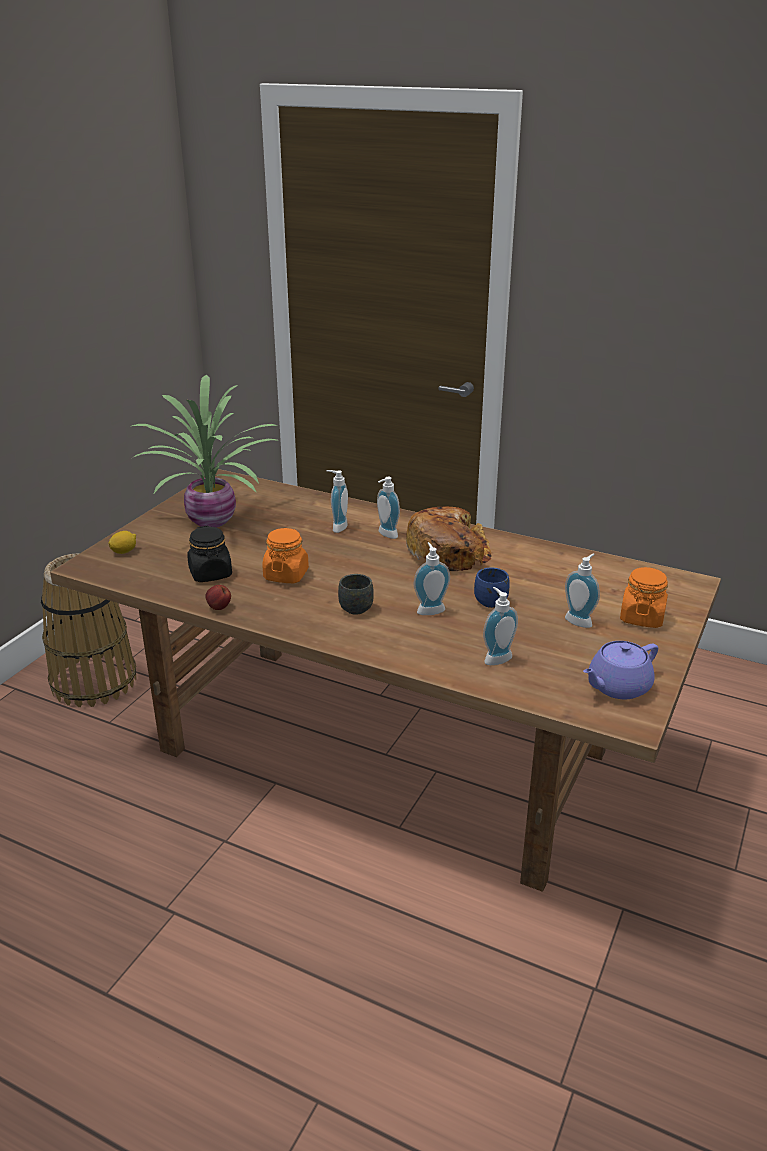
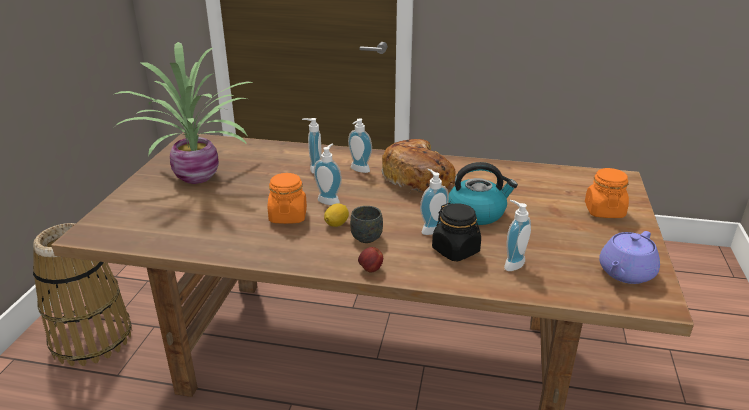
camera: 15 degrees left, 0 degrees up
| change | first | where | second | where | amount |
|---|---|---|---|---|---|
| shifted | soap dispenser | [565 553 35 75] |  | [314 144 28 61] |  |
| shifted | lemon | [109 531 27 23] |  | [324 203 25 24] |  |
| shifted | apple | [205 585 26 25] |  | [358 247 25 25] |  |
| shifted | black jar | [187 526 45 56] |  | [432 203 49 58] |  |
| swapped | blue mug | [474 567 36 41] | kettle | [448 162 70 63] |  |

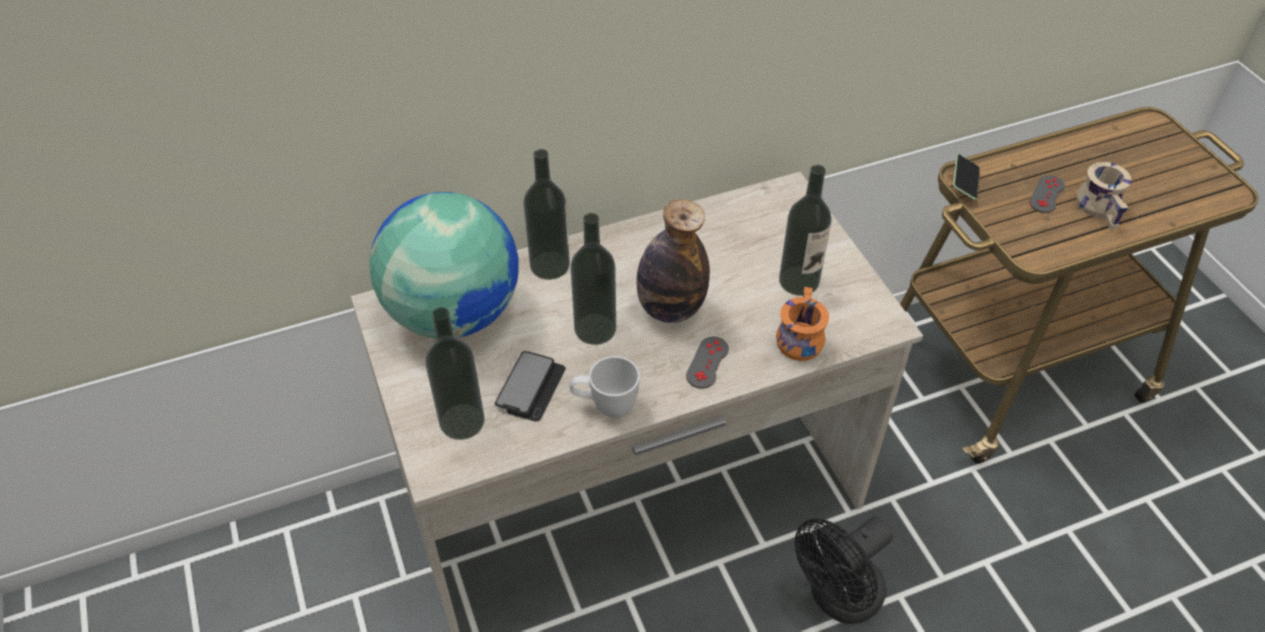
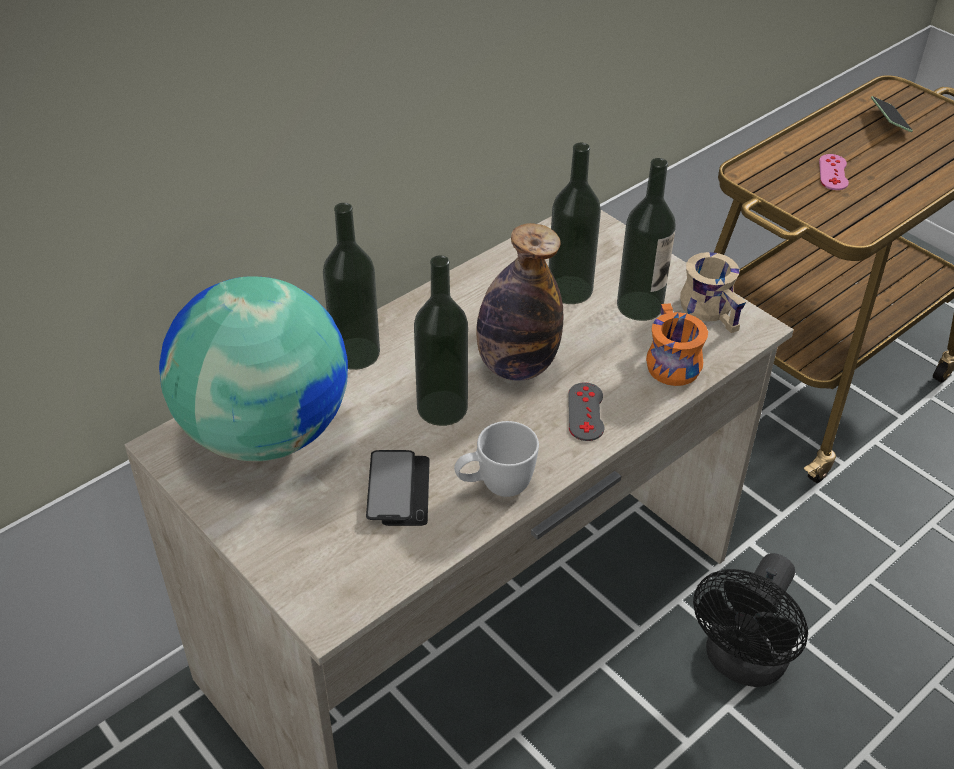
camera: 20 degrees left, 5 degrees down
| change | first | where | second | where | amount |
|---|---|---|---|---|---|
| shifted | bottle | [426 307 59 133] |  | [549 143 52 161] |  |
| shifted | beige mug | [1077 162 54 68] |  | [680 252 66 81] |  |
| repainted | grey game controller | [1029 175 36 38] | pink game controller | [819 154 30 36] |  |
| shifted | phone | [953 154 27 46] |  | [871 96 42 36] |  |

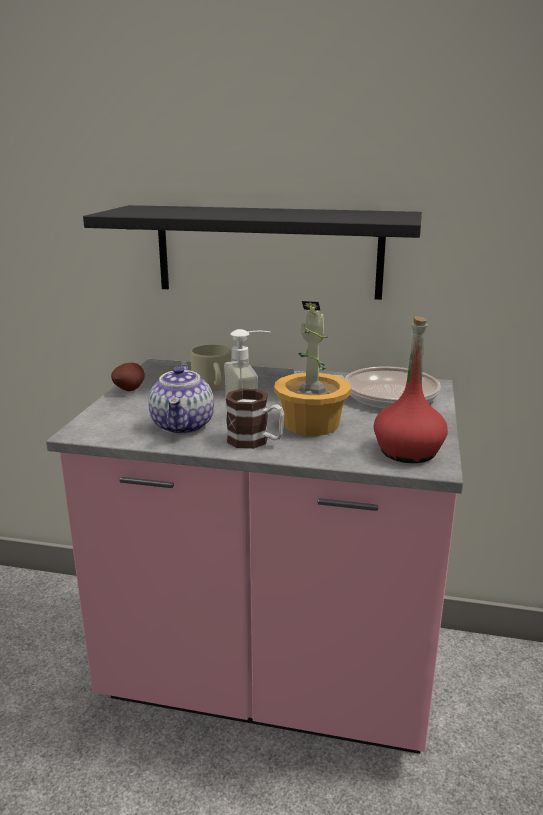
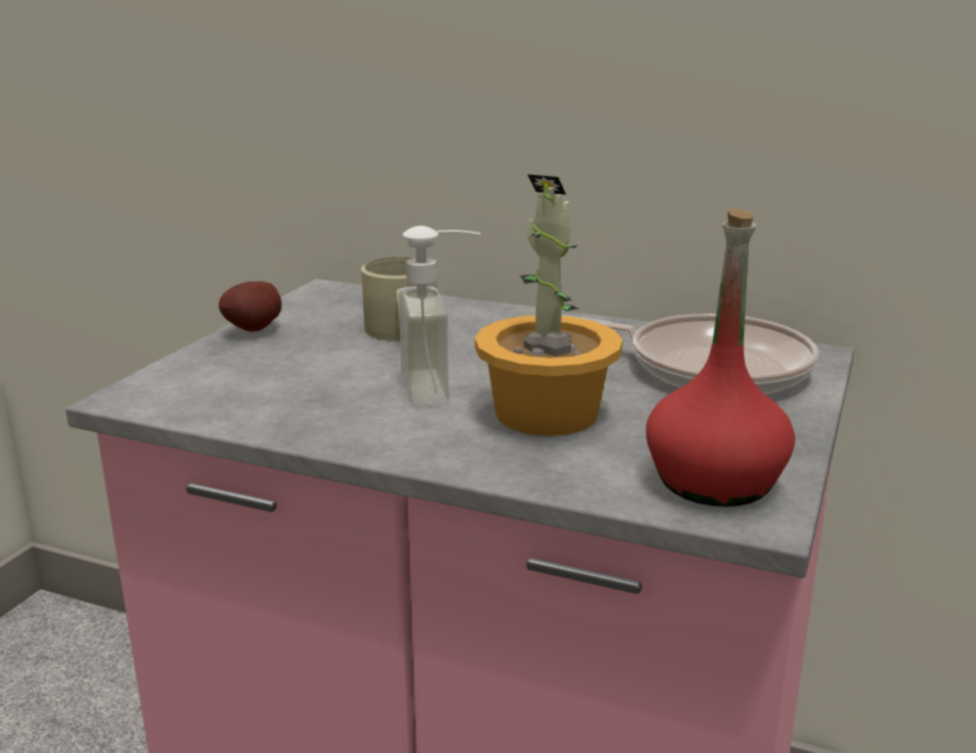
camera: 10 degrees right, 0 degrees up
| change | first | where | second | where | amount |
|---|---|---|---|---|---|
| gone | black shelf | [83 205 339 95] |  |  |  |
| gone | teapot | [148 364 66 70] |  |  |  |
| gone | mug | [226 389 58 60] |  |  |  |

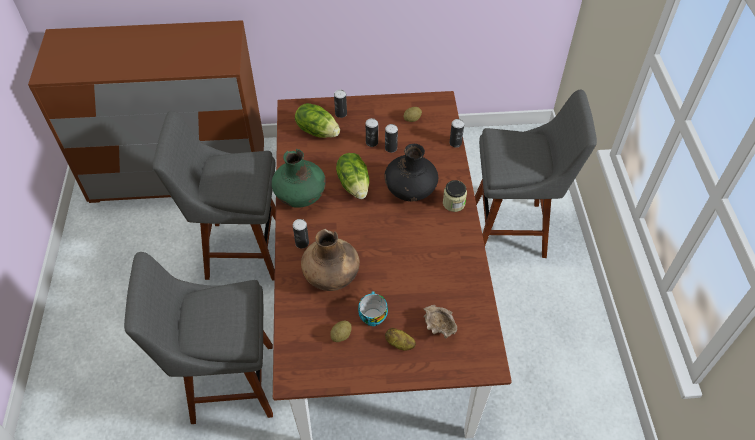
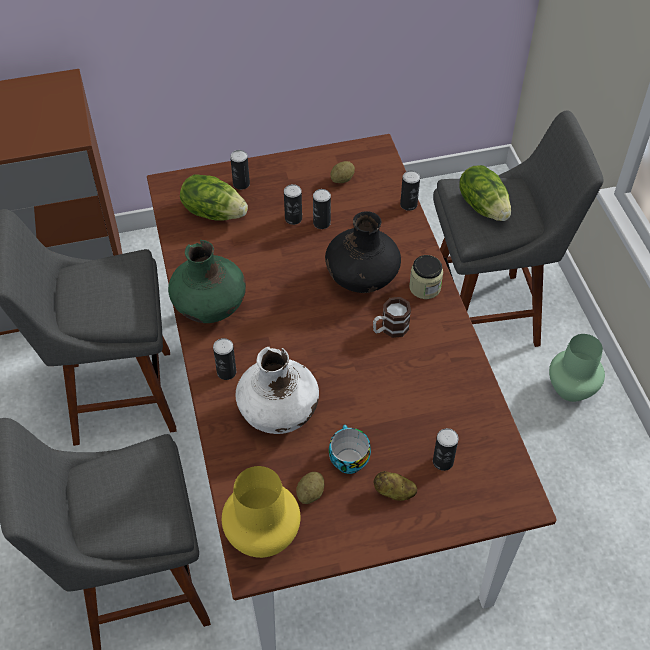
camera: 10 degrees left, 0 degrees up
| change | first | where | second | where | amount |
|---|---|---|---|---|---|
| new |  |  | yellow vase | [222 466 78 92] |  |
| repainted | brown vase | [301 229 59 62] | white vase | [236 347 83 87] |  |
| new |  |  | mug | [373 297 38 41] |  |
| swapped | beige bowl | [423 305 34 34] | can | [433 428 26 43] |  |
| shifted | lettuce | [336 153 33 46] |  | [459 165 52 56] |  |
| new |  |  | green vase | [549 334 56 68] |  |

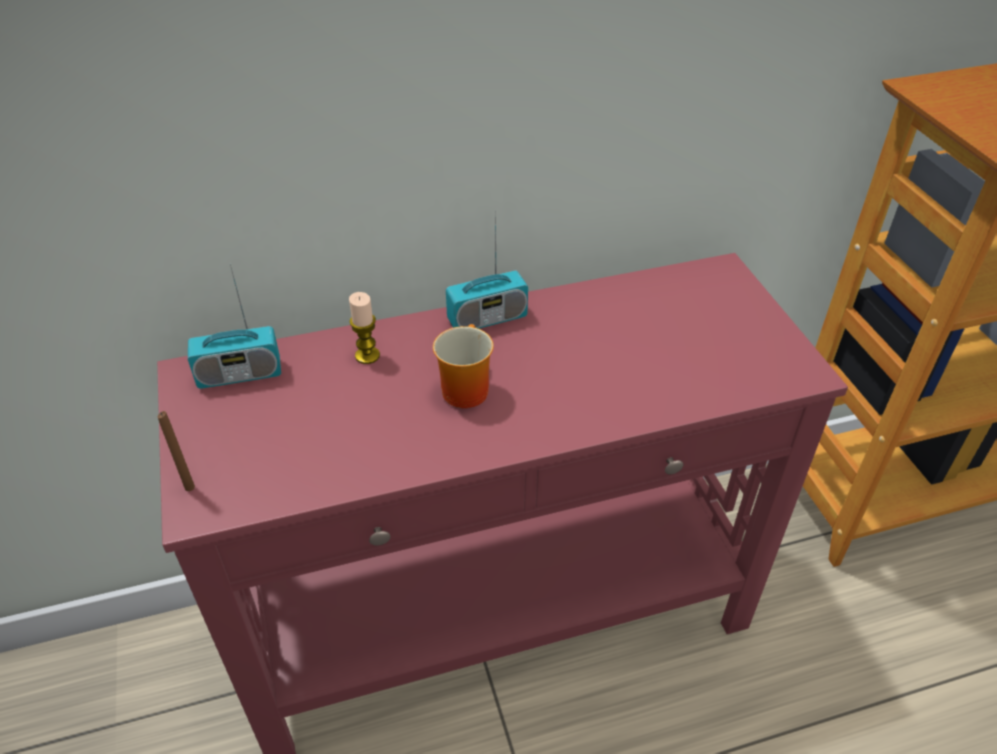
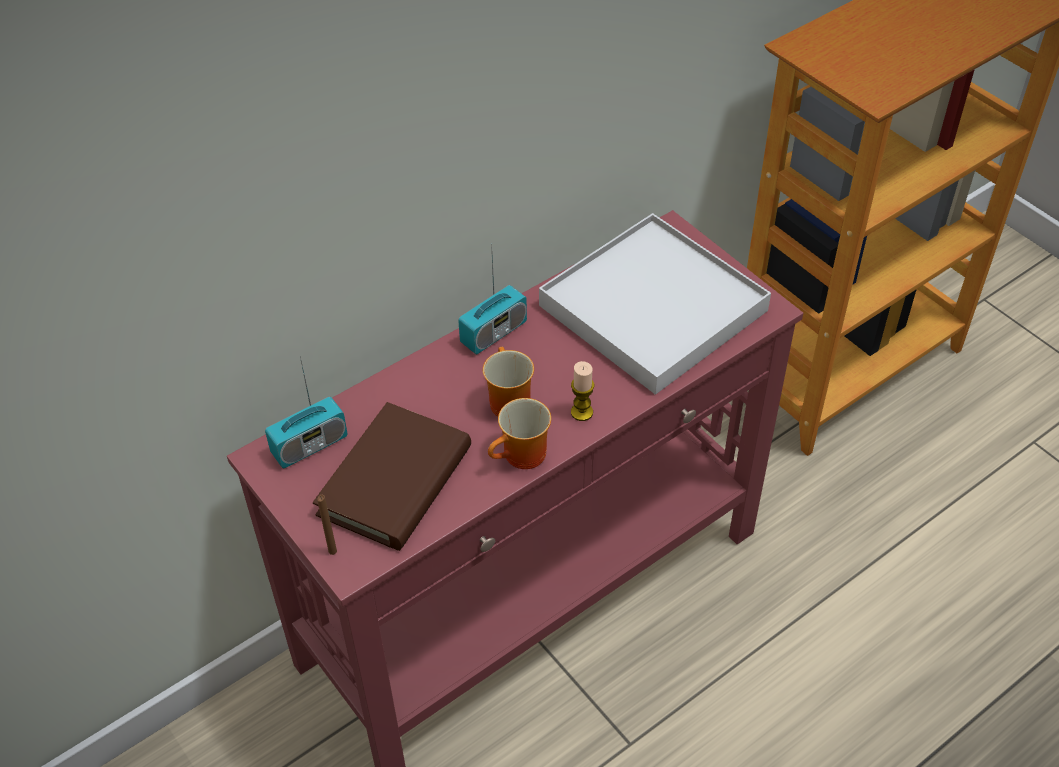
camera: 20 degrees left, 5 degrees up
| change | first | where | second | where | amount |
|---|---|---|---|---|---|
| new |  |  | brown book | [313 402 158 149] |  |
| new |  |  | mug | [488 398 63 71] |  |
| new |  |  | white tray | [539 213 232 182] |  |
| shifted | candle | [349 292 31 72] |  | [571 361 23 60] |  |

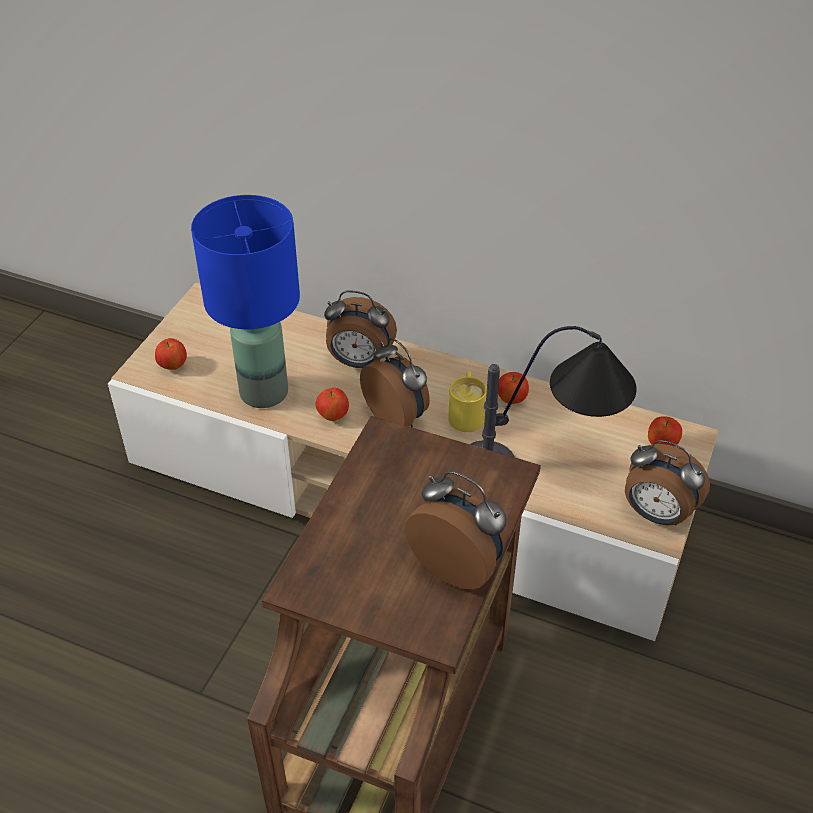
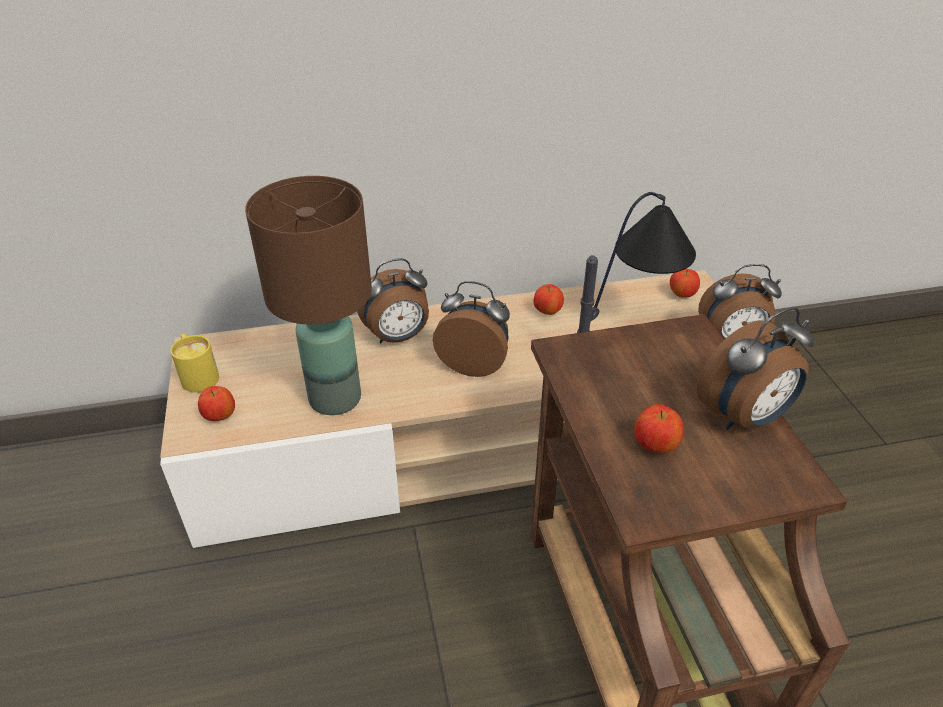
camera: 35 degrees left, 5 degrees down
| change | first | where | second | where | amount |
|---|---|---|---|---|---|
| shifted | yellow mug | [449 371 38 61] |  | [170 334 49 59] |  |
| repainted | blue table lamp | [191 195 109 213] | brown table lamp | [245 176 127 239] |  |
| shifted | apple | [316 388 33 33] |  | [634 404 50 49] |  |
| rotated | alarm clock | [405 471 102 119] |  | [697 307 118 123] | 150 degrees clockwise |

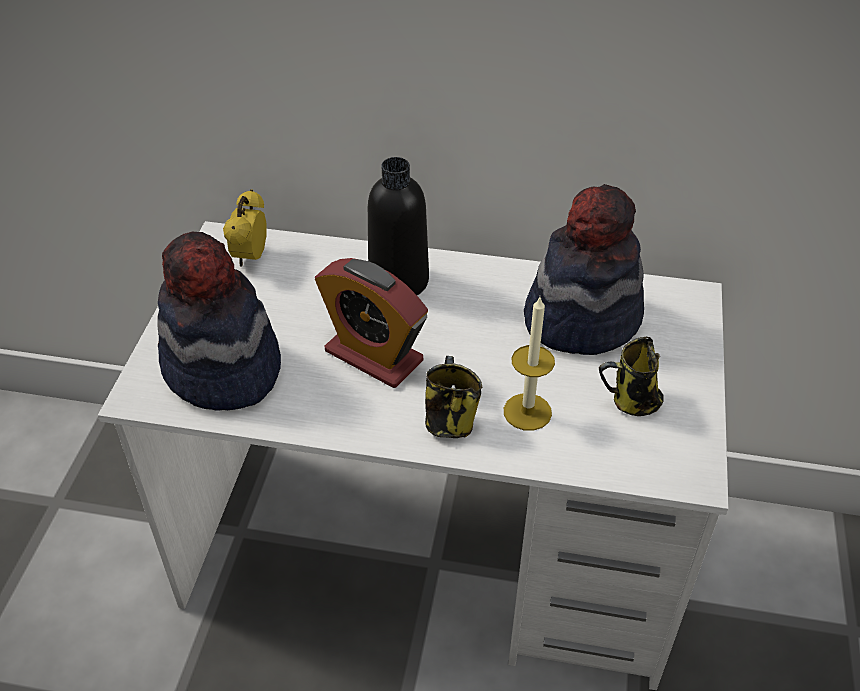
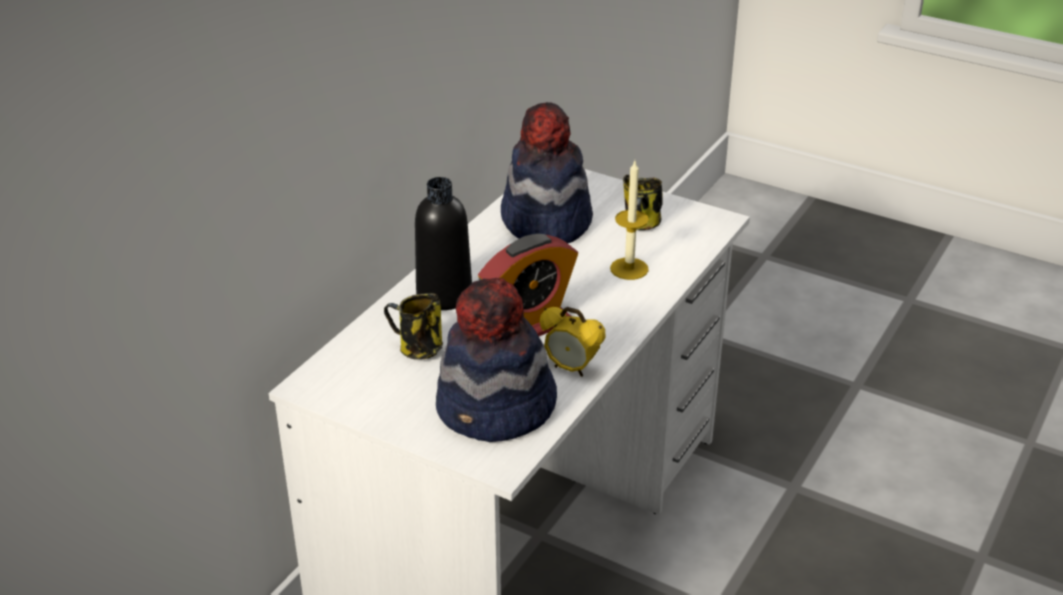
camera: 70 degrees left, 10 degrees down
| change | first | where | second | where | amount |
|---|---|---|---|---|---|
| shifted | mug | [425 356 57 82] |  | [384 293 59 67] |  |
| shifted | alarm clock | [223 190 44 77] |  | [540 307 65 70] |  |

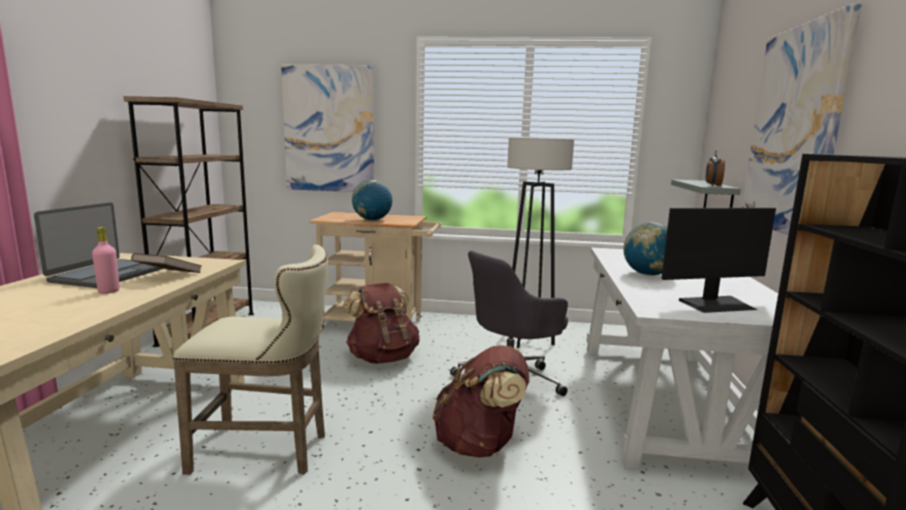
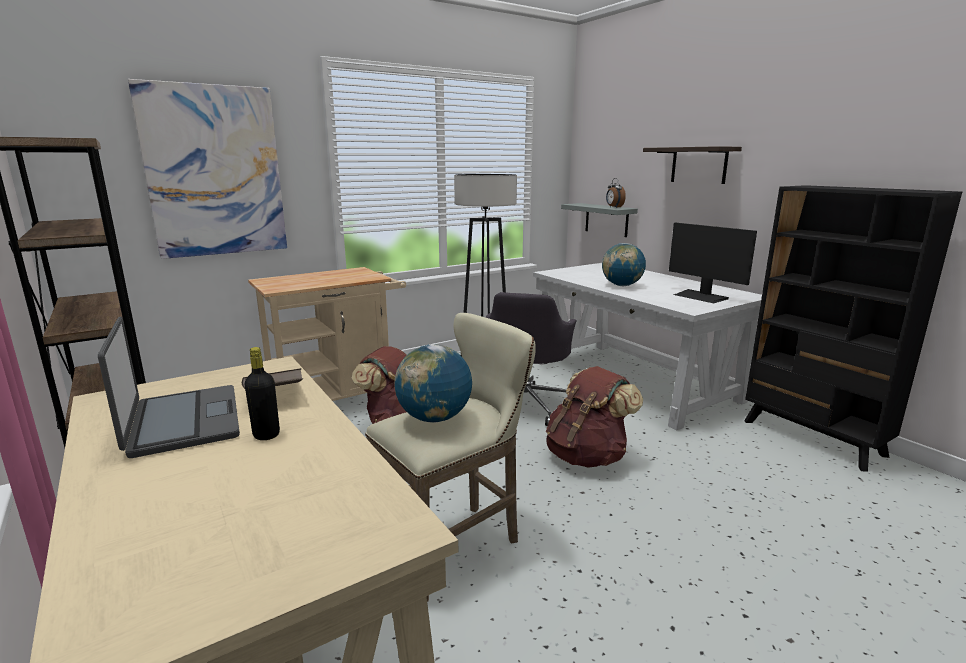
camera: 40 degrees left, 5 degrees up
| change | first | where | second | where | amount |
|---|---|---|---|---|---|
| repainted | pink bottle | [92 227 28 67] | black bottle | [245 347 35 93] |  |
| shifted | globe | [352 180 40 40] |  | [394 344 78 79] |  |
| swapped | picture | [742 3 120 232] | shelf | [643 146 99 38] |  |
| rotated | monitor | [661 208 115 105] |  | [669 223 88 80] | 105 degrees clockwise |

